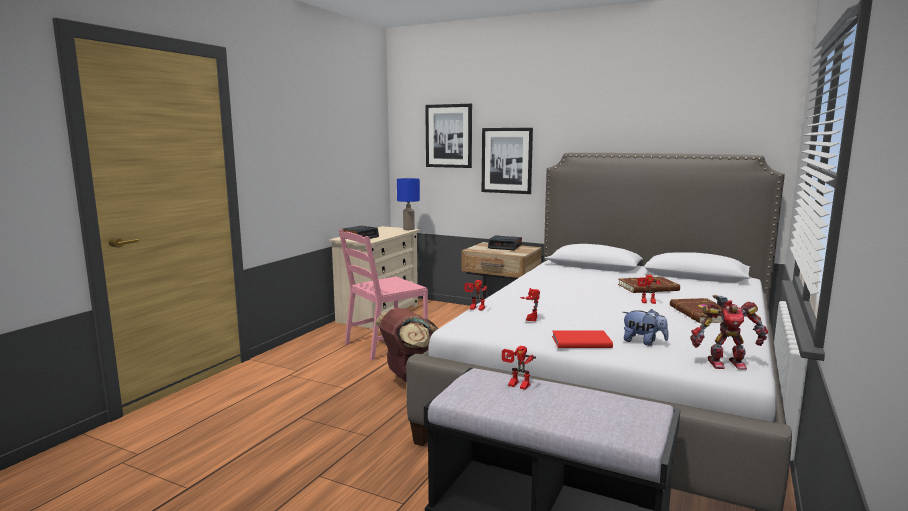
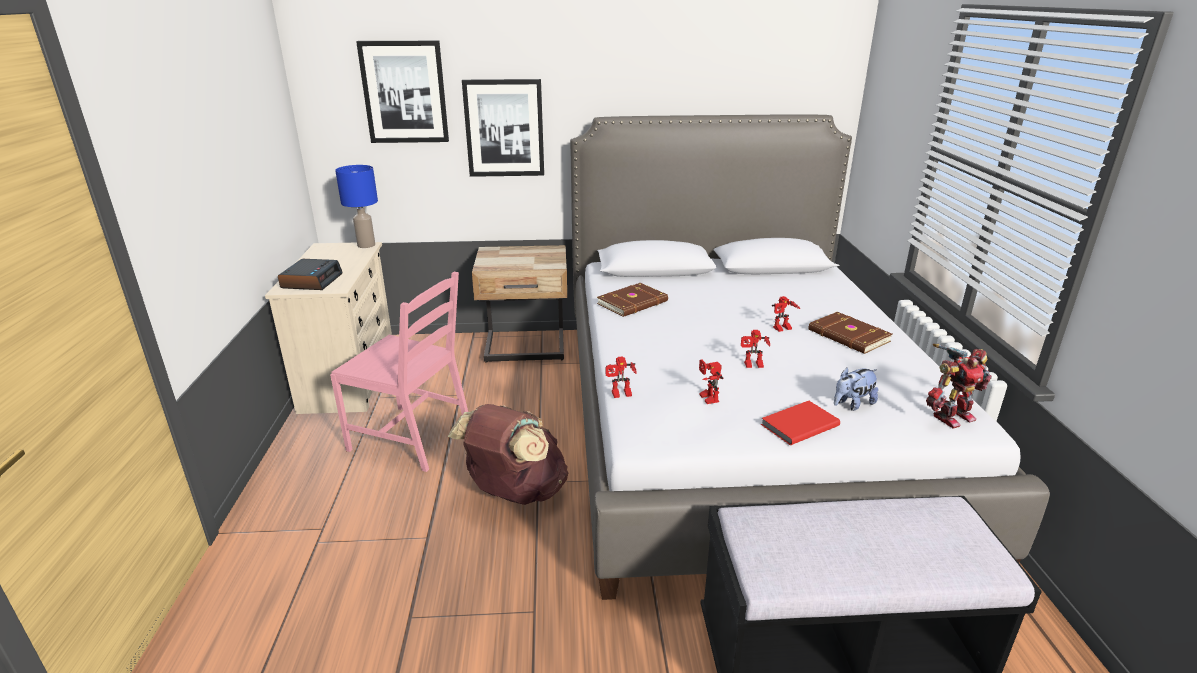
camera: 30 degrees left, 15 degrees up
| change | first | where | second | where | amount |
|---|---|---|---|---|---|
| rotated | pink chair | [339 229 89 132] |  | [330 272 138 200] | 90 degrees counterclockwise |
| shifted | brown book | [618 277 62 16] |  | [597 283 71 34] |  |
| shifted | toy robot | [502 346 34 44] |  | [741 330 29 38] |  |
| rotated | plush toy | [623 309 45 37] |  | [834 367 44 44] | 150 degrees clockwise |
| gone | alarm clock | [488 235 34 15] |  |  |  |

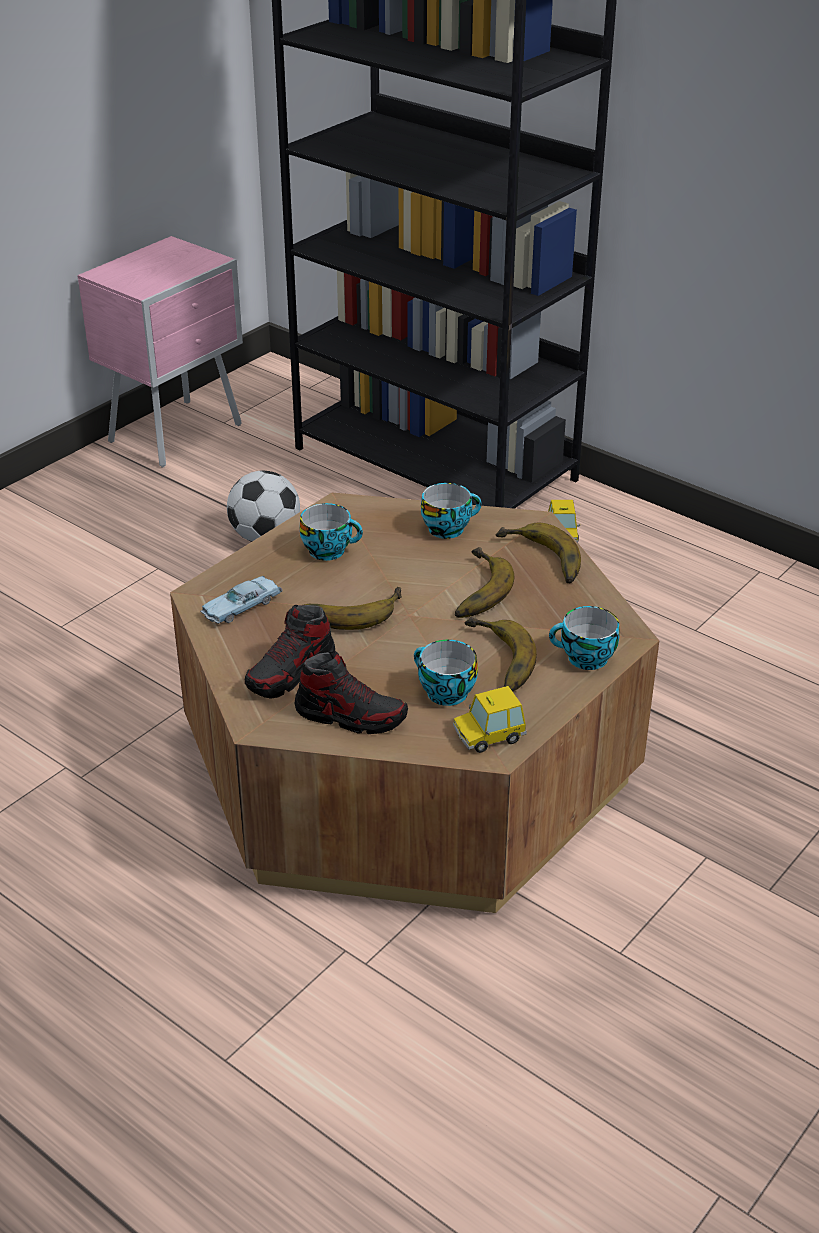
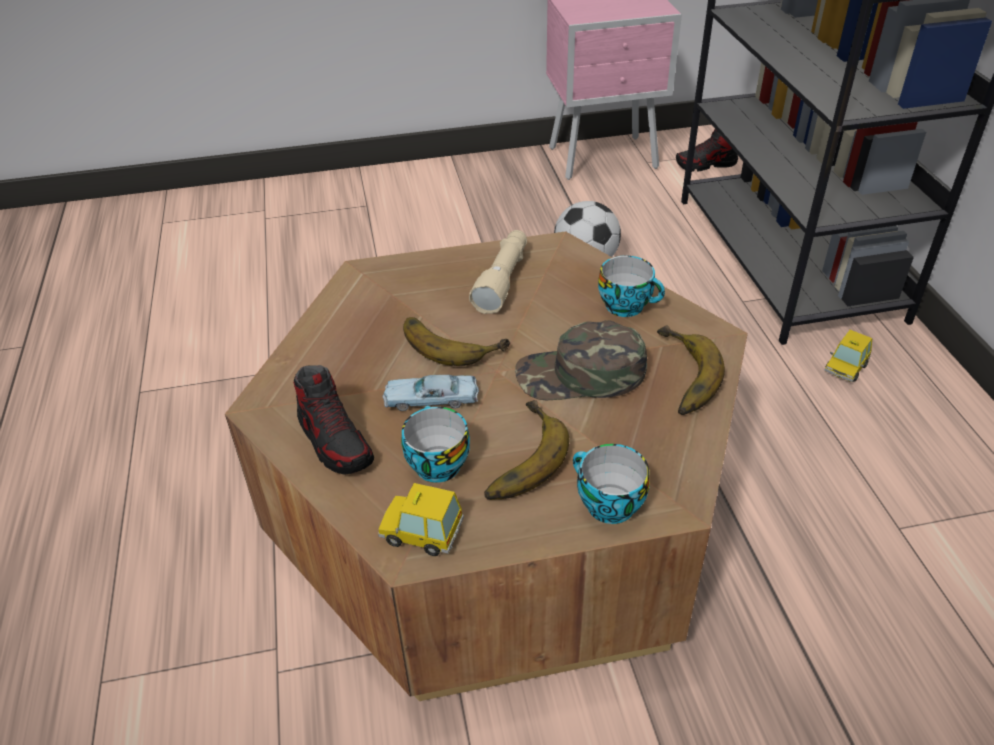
camera: 40 degrees right, 5 degrees up
| change | first | where | second | where | amount |
|---|---|---|---|---|---|
| shifted | blue toy car | [200 576 83 48] |  | [383 375 96 36] |  |
| swapped | cup | [300 503 63 58] | beige flashlight | [469 230 58 84] |  |
| swapped | banana | [455 547 59 71] | green cap | [515 320 132 80] |  |
| shifted | shoe | [245 605 90 94] |  | [676 129 62 43] |  |

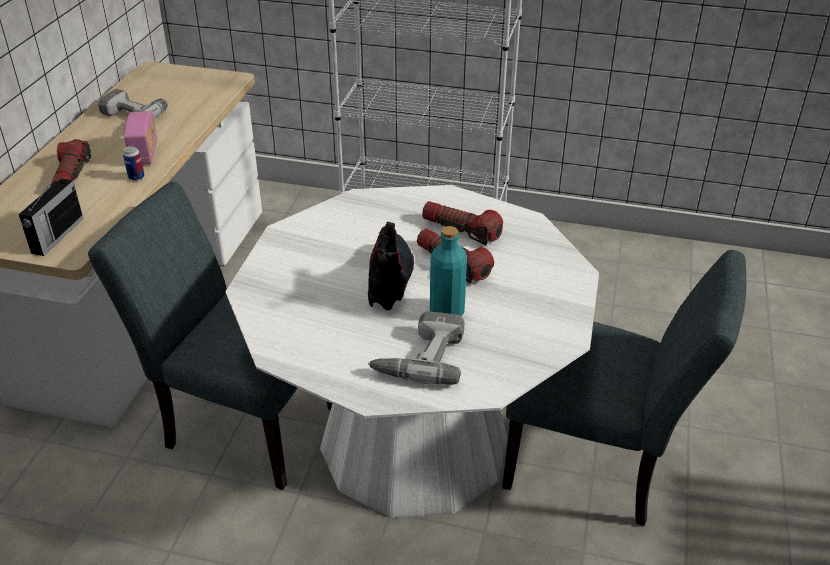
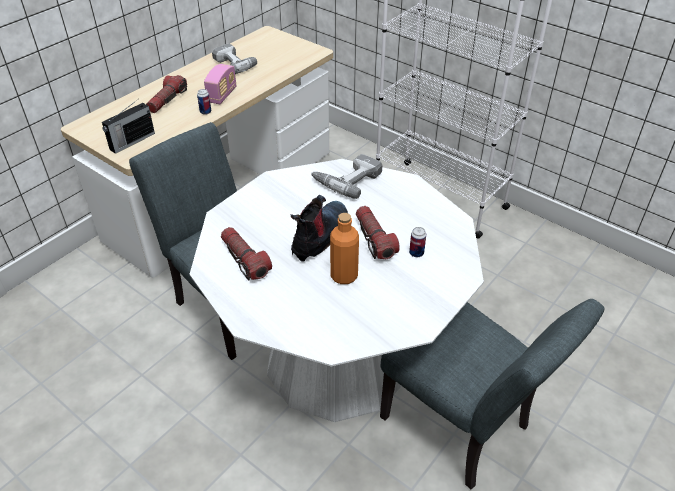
camera: 25 degrees right, 5 degrees up
| change | first | where | second | where | amount |
|---|---|---|---|---|---|
| shifted | flashlight | [422 201 81 44] |  | [221 227 51 54] |  |
| shifted | power drill | [368 311 97 74] |  | [311 154 71 45] |  |
| repainted | turquoise bottle | [430 226 37 90] | orange bottle | [330 213 29 71] |  |
| new |  |  | can | [409 227 17 30] |  |

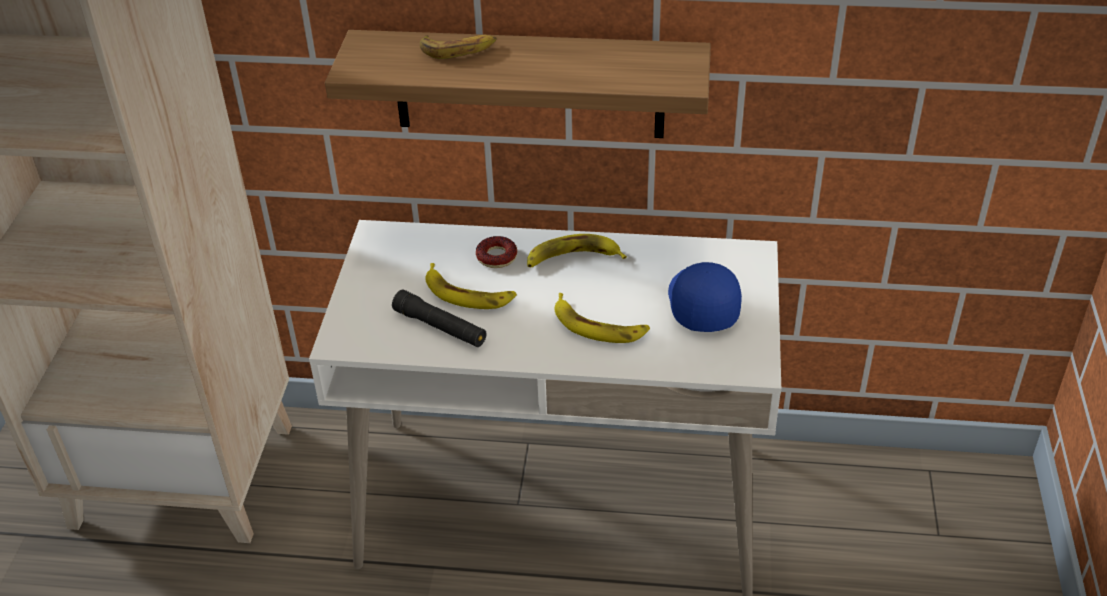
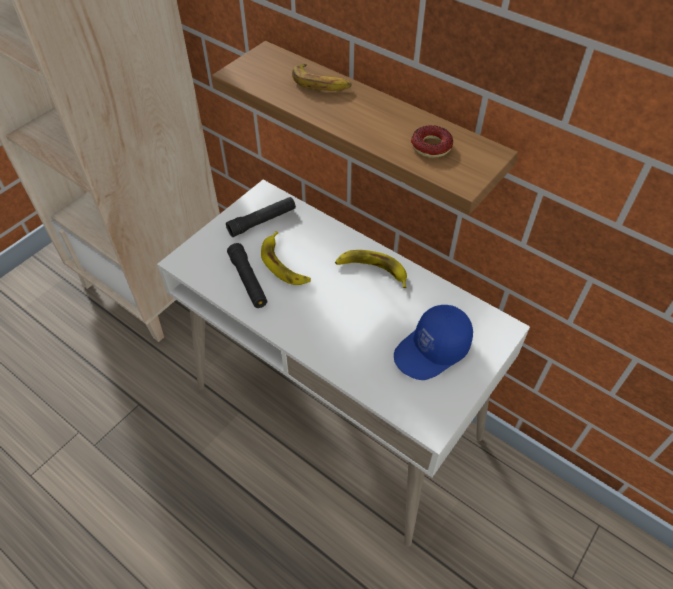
camera: 30 degrees right, 10 degrees up
| change | first | where | second | where | amount |
|---|---|---|---|---|---|
| new |  |  | black flashlight | [226 197 70 40] |  |
| rotated | blue cap | [668 262 74 70] |  | [394 305 79 75] | 150 degrees counterclockwise |
| shifted | donut | [476 236 41 32] |  | [411 125 42 33] |  |
| gone | banana | [555 293 95 50] |  |  |  |

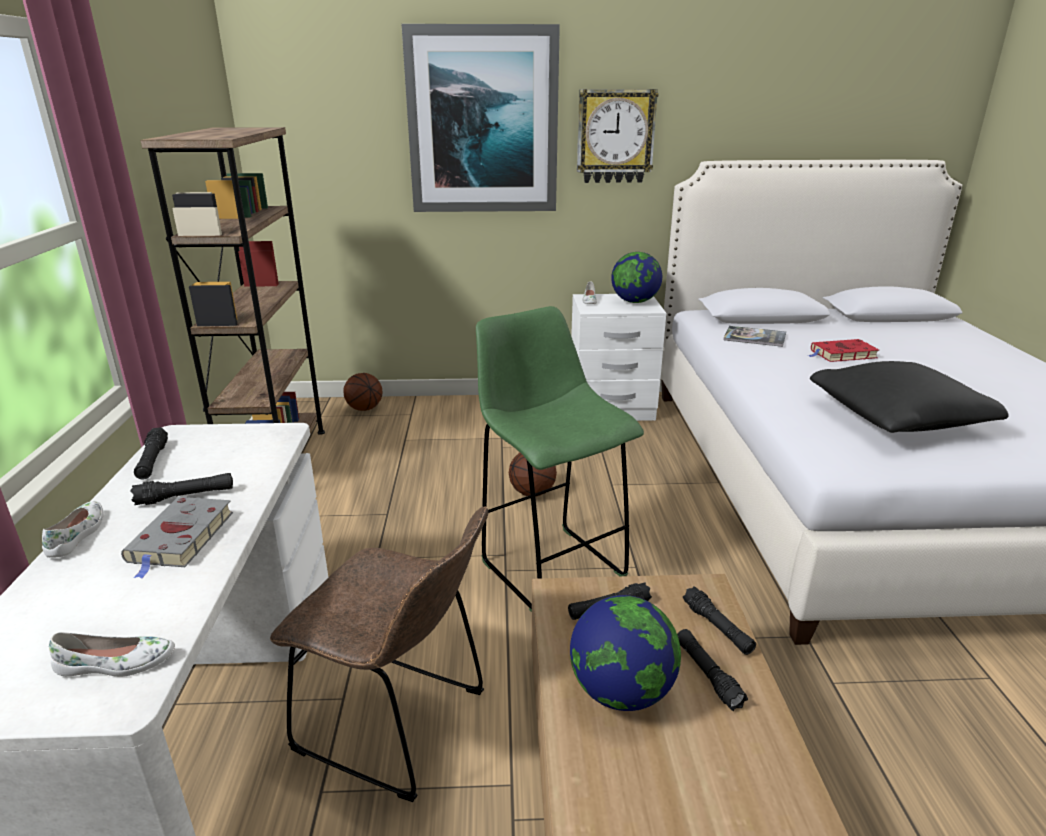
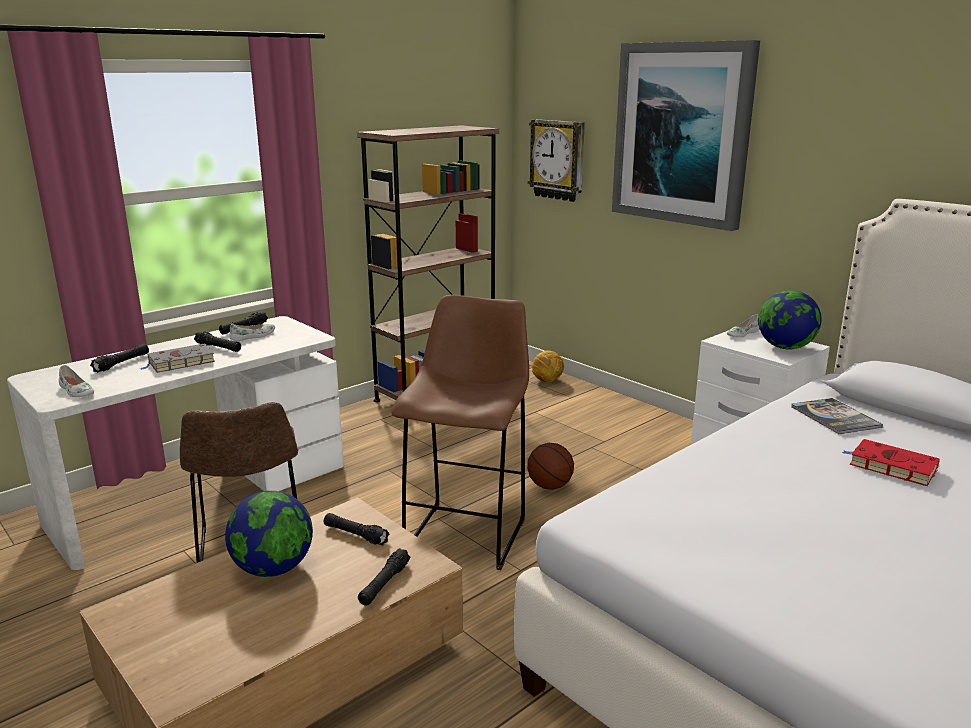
camera: 50 degrees right, 5 degrees down
| change | first | where | second | where | amount |
|---|---|---|---|---|---|
| shifted | black flashlight | [677 629 71 82] |  | [90 344 59 29] |  |
| shifted | white shoe | [42 501 61 57] |  | [229 323 46 18] |  |
| repainted | green stool | [476 306 168 306] | brown stool | [391 295 138 275] |  |
| shifted | wall clock | [577 89 81 94] |  | [528 119 57 83] |  |
| swapped | basketball | [343 373 39 38] | football | [532 350 32 32] |  |
| gone | black pillow | [810 361 199 72] |  |  |  |

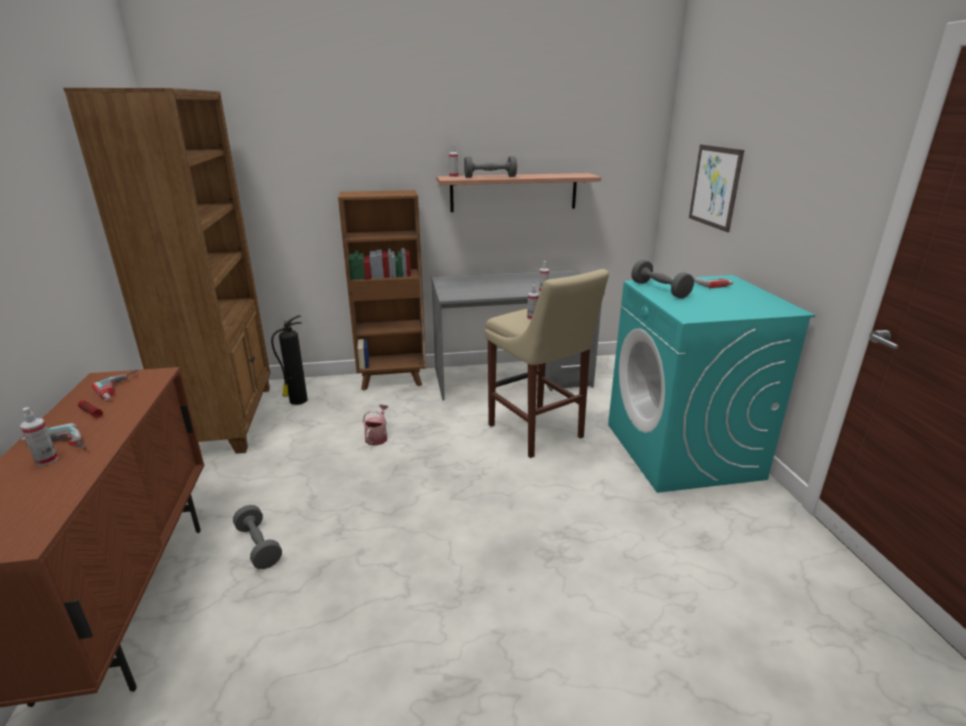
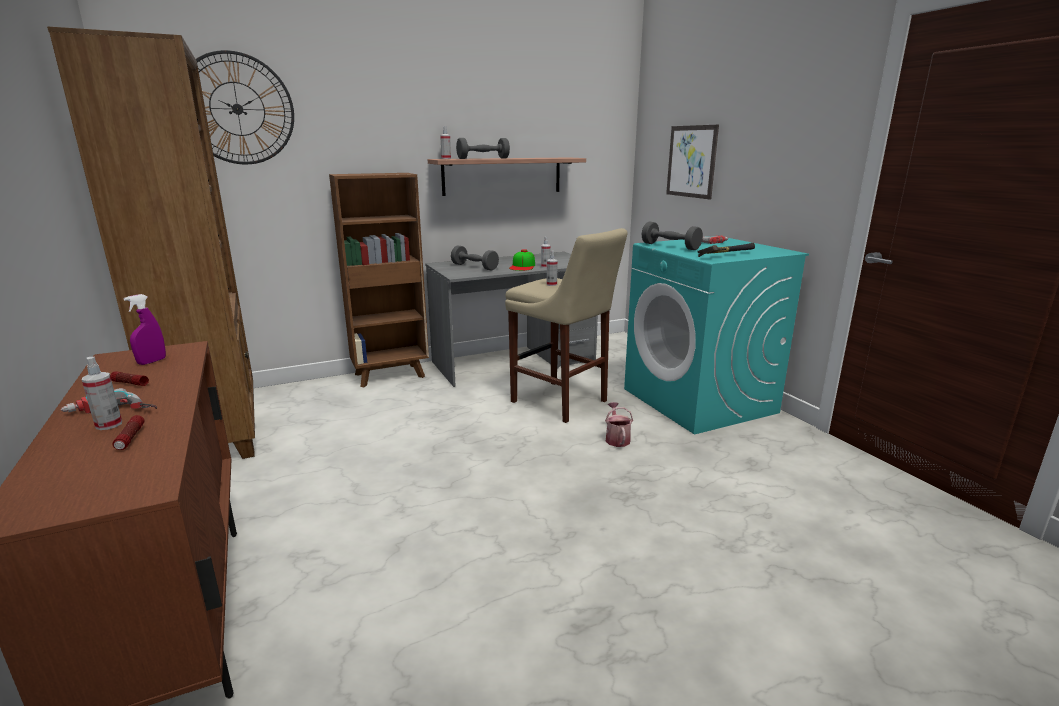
camera: 15 degrees left, 5 degrees down
| change | first | where | second | where | amount |
|---|---|---|---|---|---|
| new |  |  | flashlight | [112 415 32 35] |  |
| swapped | power drill | [92 370 46 30] | purple spray bottle | [124 294 42 71] |  |
| new |  |  | wall clock | [196 50 98 115] |  |
| shifted | grey dumbbell | [233 505 49 64] |  | [451 246 48 24] |  |
| new |  |  | cap | [509 249 26 22] |  |
| shifted | watering can | [363 405 26 41] |  | [605 402 28 45] |  |
| new |  |  | hammer | [697 243 58 14] |  |
| gone | fire extinguisher | [271 315 37 90] |  |  |  |

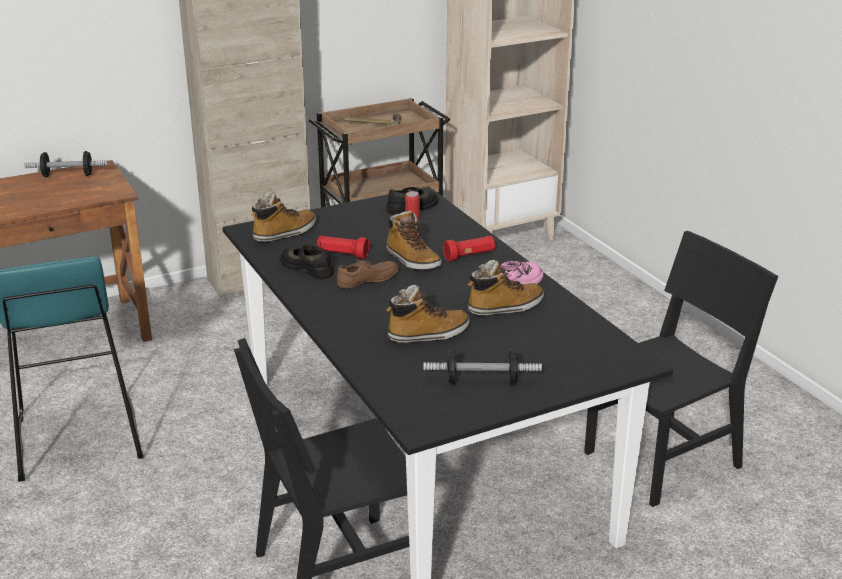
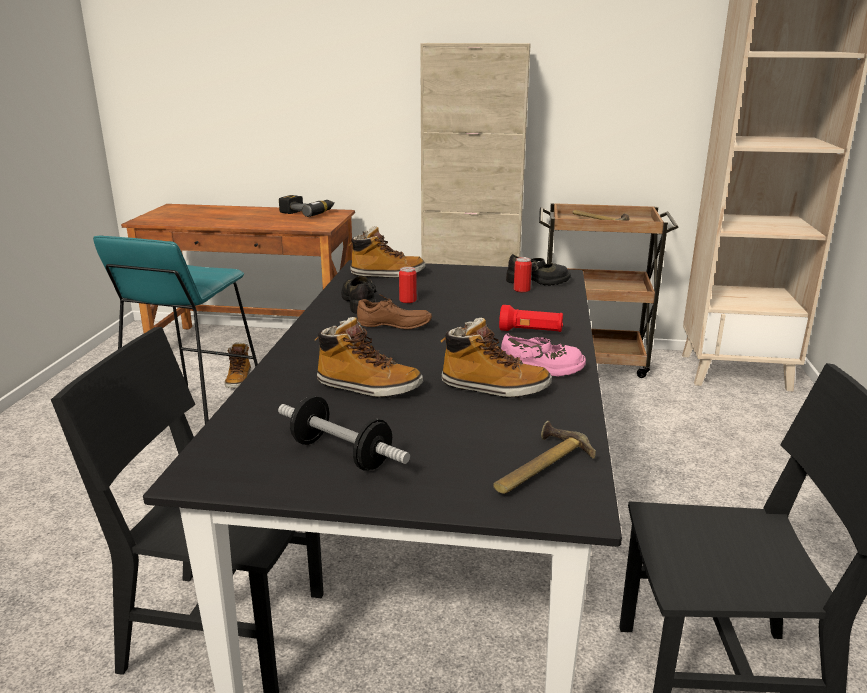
camera: 35 degrees right, 5 degrees down
| change | first | where | second | where | amount |
|---|---|---|---|---|---|
| shifted | boot | [386 211 56 59] |  | [225 343 26 46] |  |
| swapped | dumbbell | [24 151 84 26] | power drill | [279 195 56 22] |  |
| swapped | red flashlight | [317 235 52 24] | can | [399 267 18 36] |  |
| new |  |  | hammer | [493 421 103 73] |  |

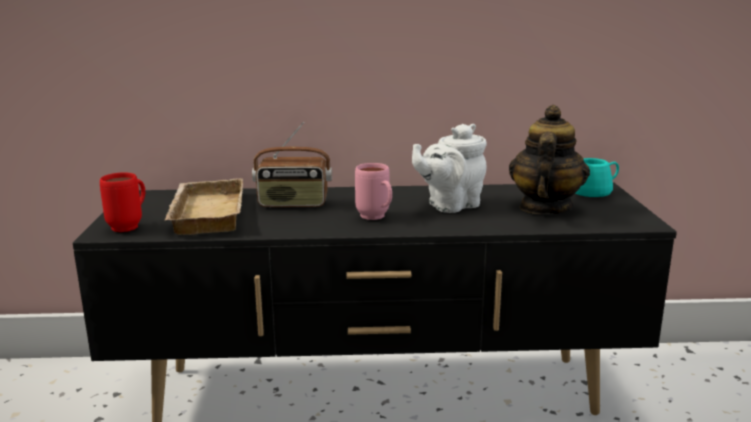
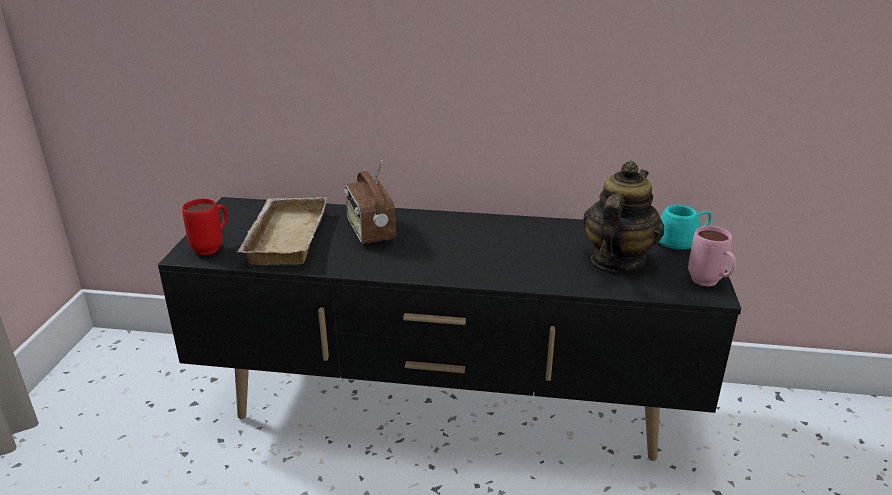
camera: 10 degrees right, 10 degrees up
| change | first | where | second | where | amount |
|---|---|---|---|---|---|
| rotated | radio | [252 122 80 85] |  | [344 160 52 84] | 60 degrees clockwise |
| shifted | pink mug | [355 163 37 57] |  | [688 226 48 61] |  |
| gone | white teapot | [412 124 75 89] |  |  |  |

